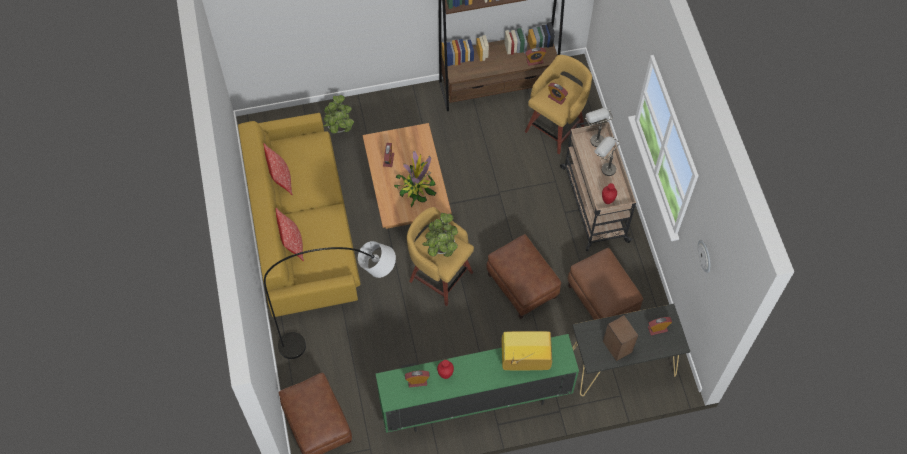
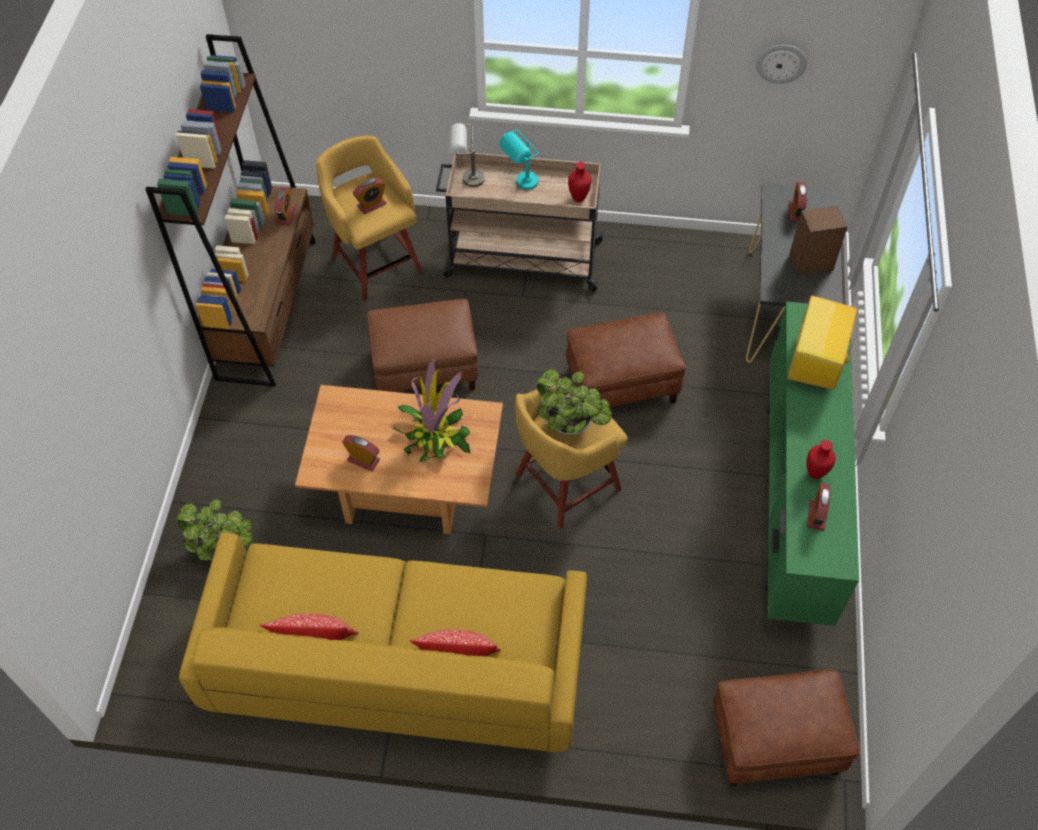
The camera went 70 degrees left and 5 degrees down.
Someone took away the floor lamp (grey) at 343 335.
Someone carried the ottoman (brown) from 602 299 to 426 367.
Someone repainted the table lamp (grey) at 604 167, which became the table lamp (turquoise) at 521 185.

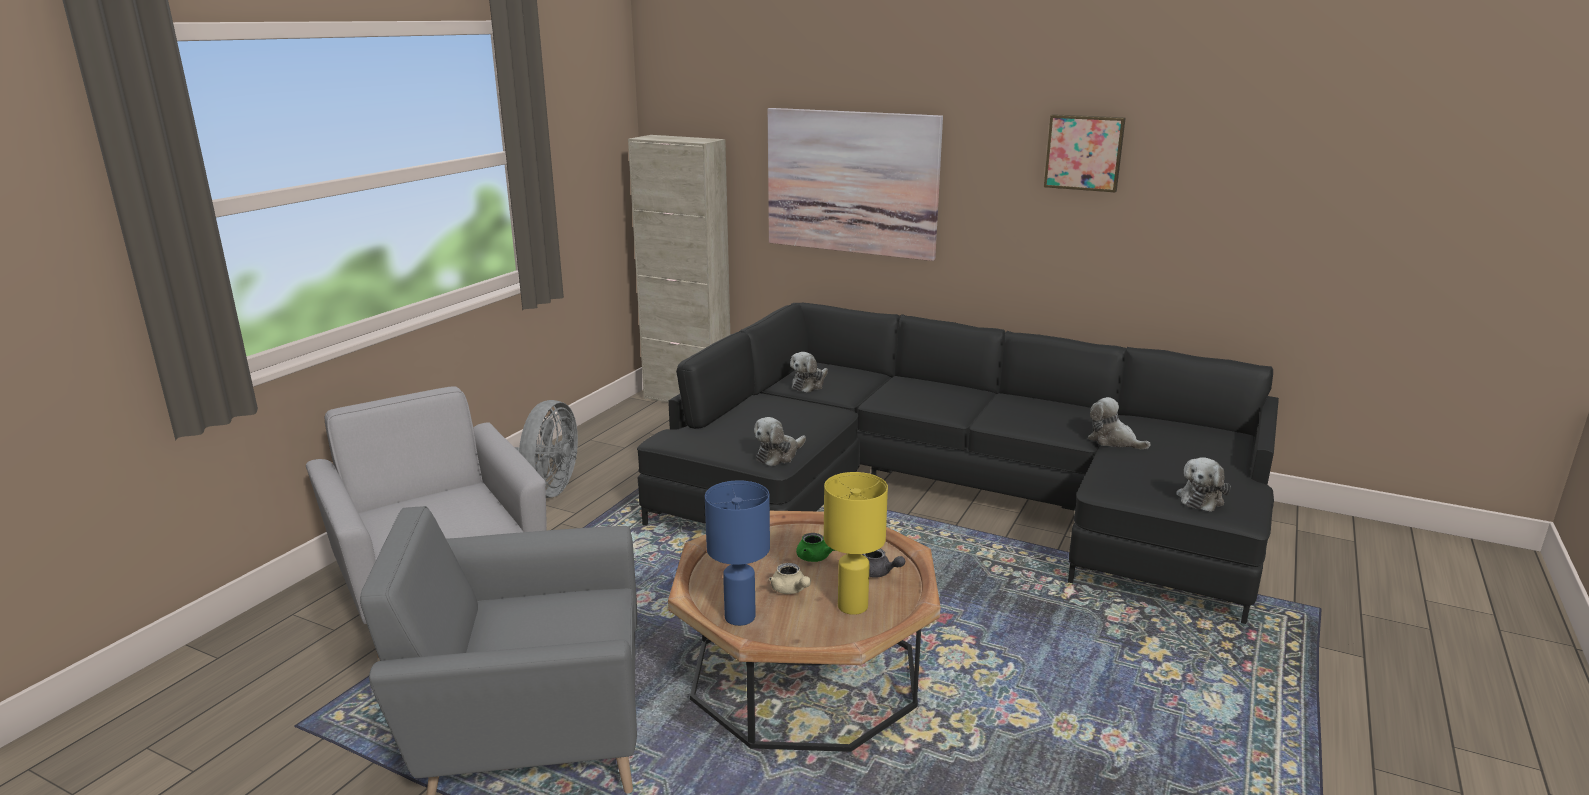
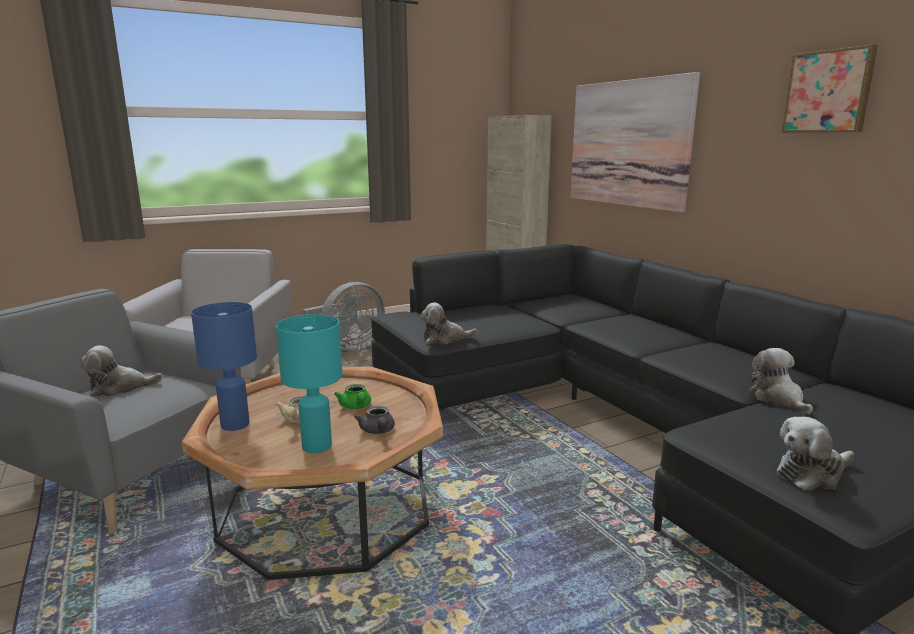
The camera went 35 degrees right and 5 degrees down.
Someone carried the plush toy from 809 385 to 119 388.
Someone repainted the table lamp (yellow) at 851 606, which became the table lamp (turquoise) at 316 446.

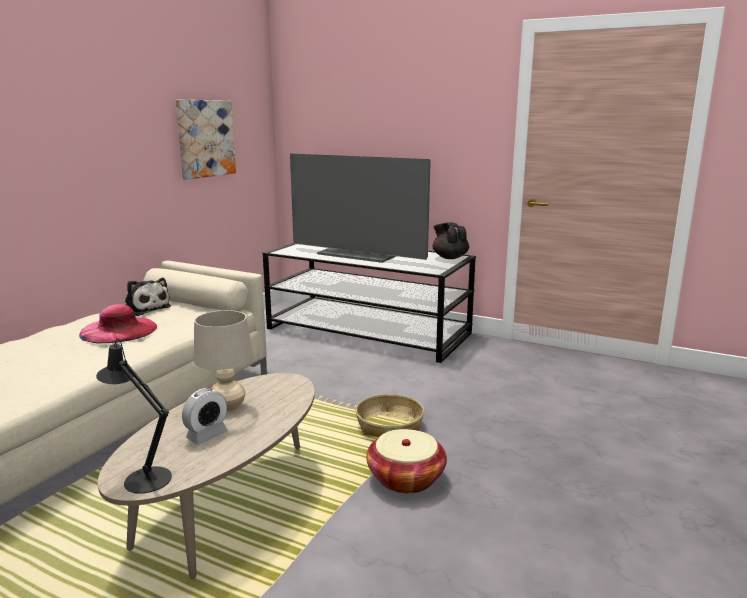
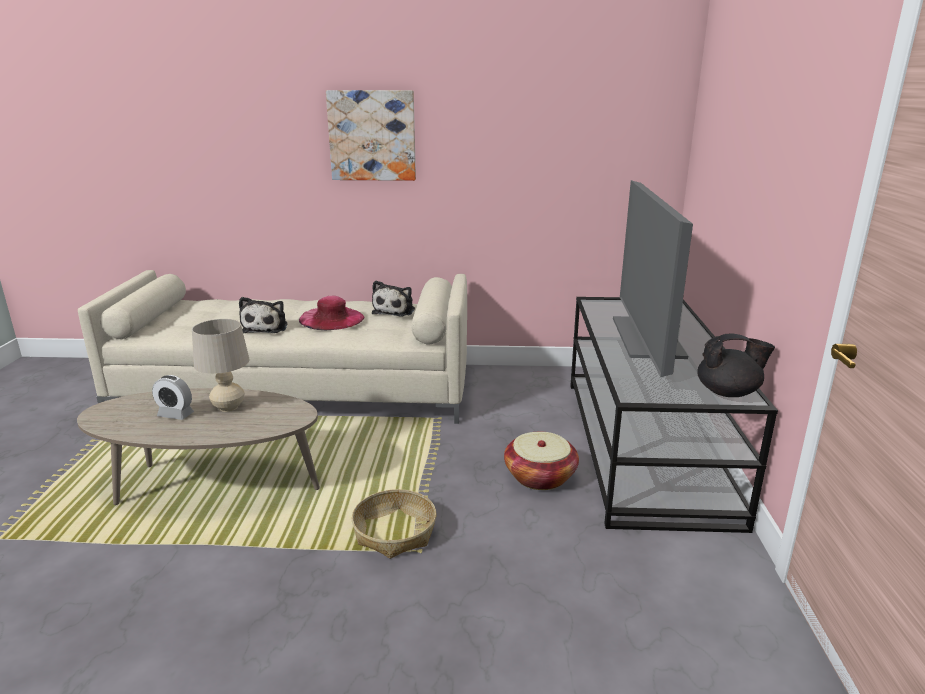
The camera went 65 degrees right and 5 degrees up.
Someone took away the table lamp (black) at 143 477.
Someone carried the picture from 205 138 to 372 135.
Someone carried the basket from 406 478 to 540 476.
Someone rotated the teapot (black) at 449 257 by 60 degrees clockwise.
Someone put down the plush toy at 266 327.

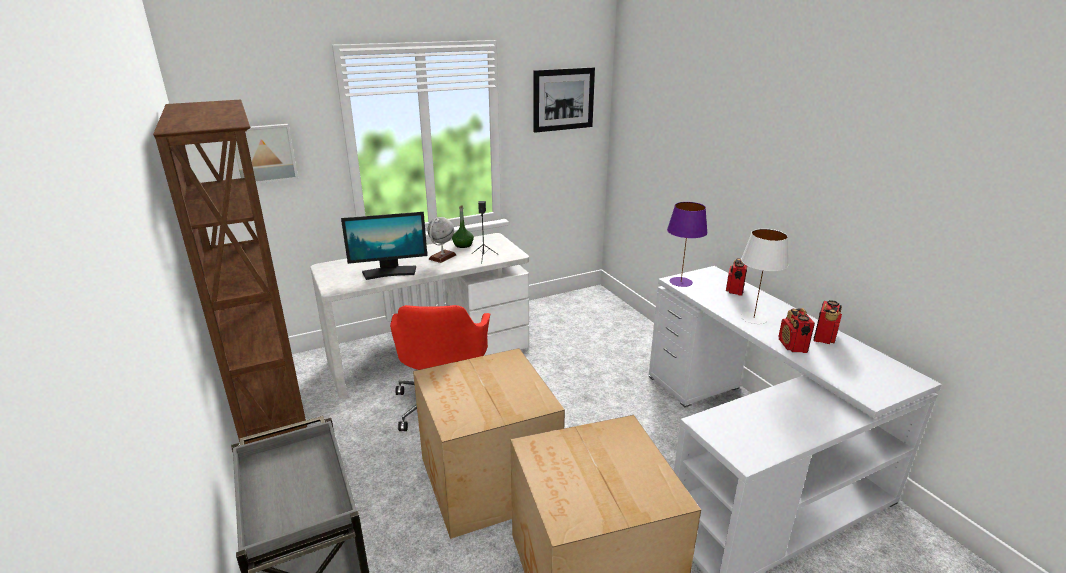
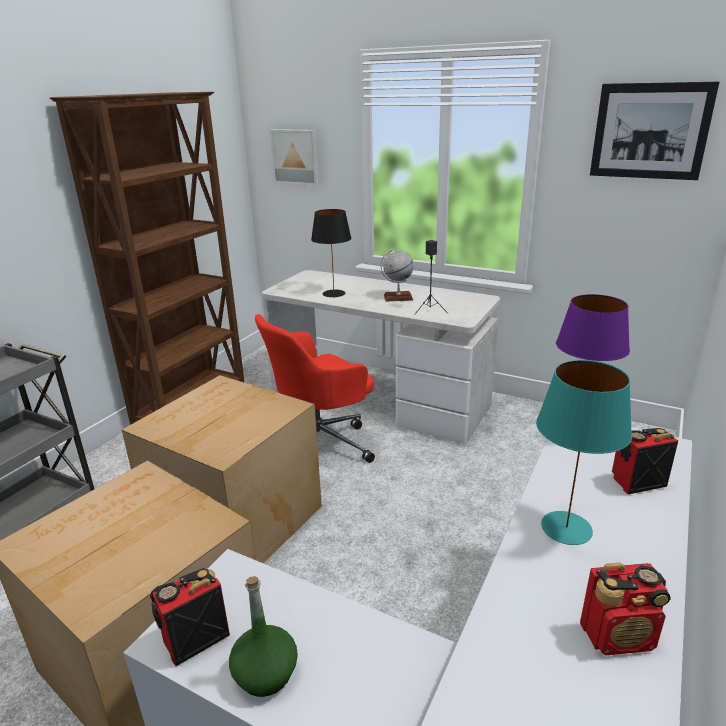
The camera went 55 degrees right and 0 degrees up.
Someone swapped the monitor at 389 272 for the table lamp (black) at 334 293.
Someone carried the bottle (green) from 463 245 to 265 673.
Someone repainted the table lamp (white) at 753 317, which became the table lamp (turquoise) at 567 527.
Someone carried the radio from 792 346 to 194 639.

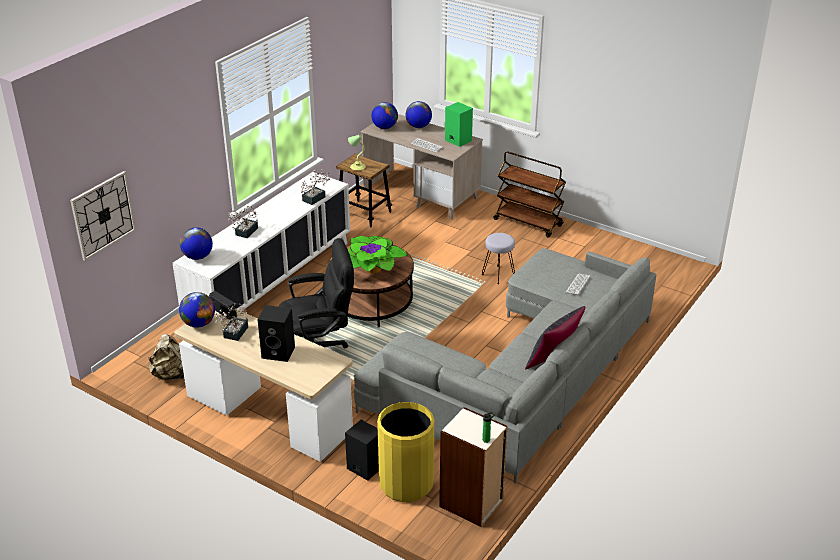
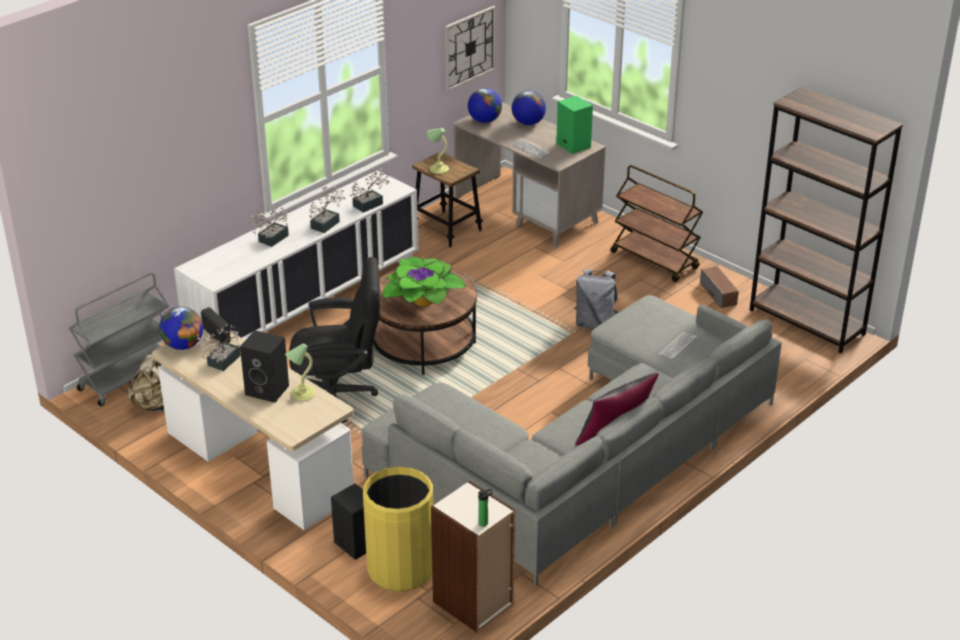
The camera went 10 degrees right and 0 degrees up.
Someone carried the wall clock from 103 215 to 469 48.
Someone took away the globe at 198 257.
Someone swapped the stool (grey) at 498 274 for the backpack (grey) at 595 324.
Someone put down the cart (grey) at 128 377.
Someone put down the table lamp at 302 394.
Someone put down the potted plant at 327 223.
Someone put down the speaker at 718 294.
Someone put down the bookcase (brown) at 807 322.

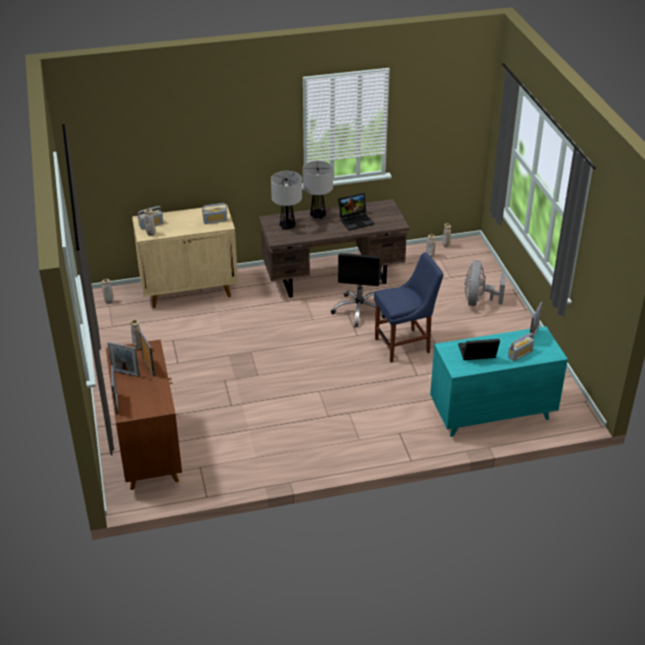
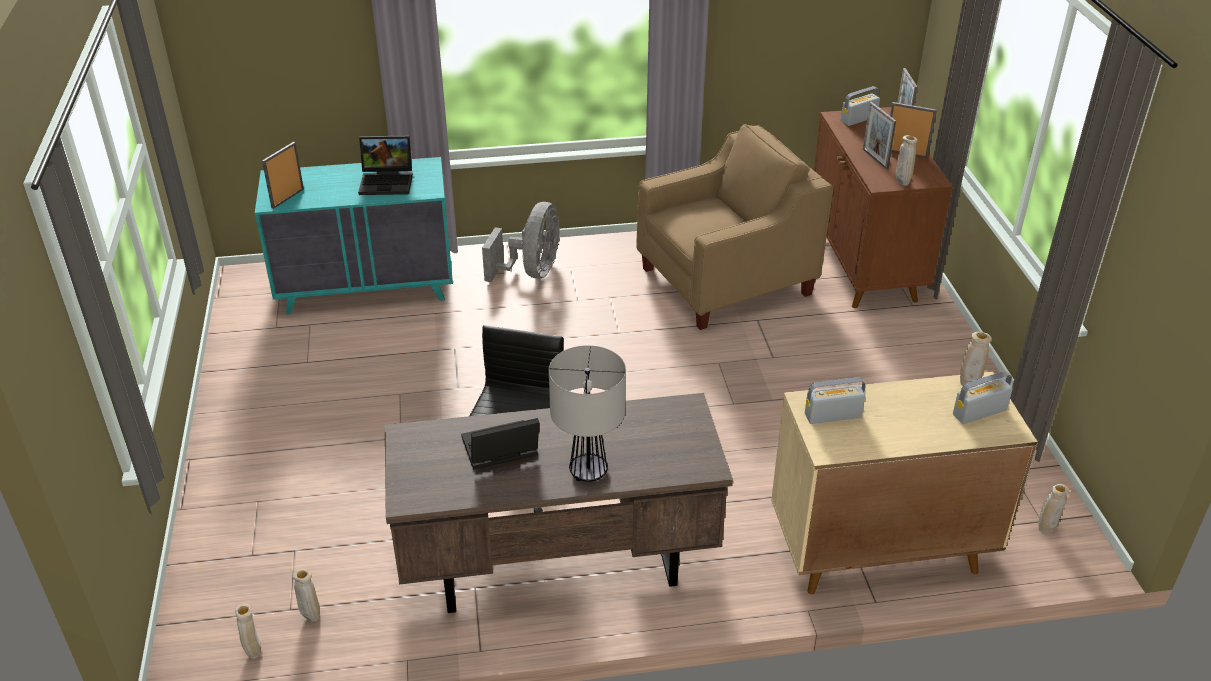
The camera went 175 degrees left and 0 degrees up.
Someone took away the table lamp at 287 226.
Someone took away the chair (blue) at 405 345.
Someone carried the fan (grey) from 478 301 to 532 272.
Someone carried the radio from 520 354 to 858 119.
Someone put down the armchair (beige) at 726 282.

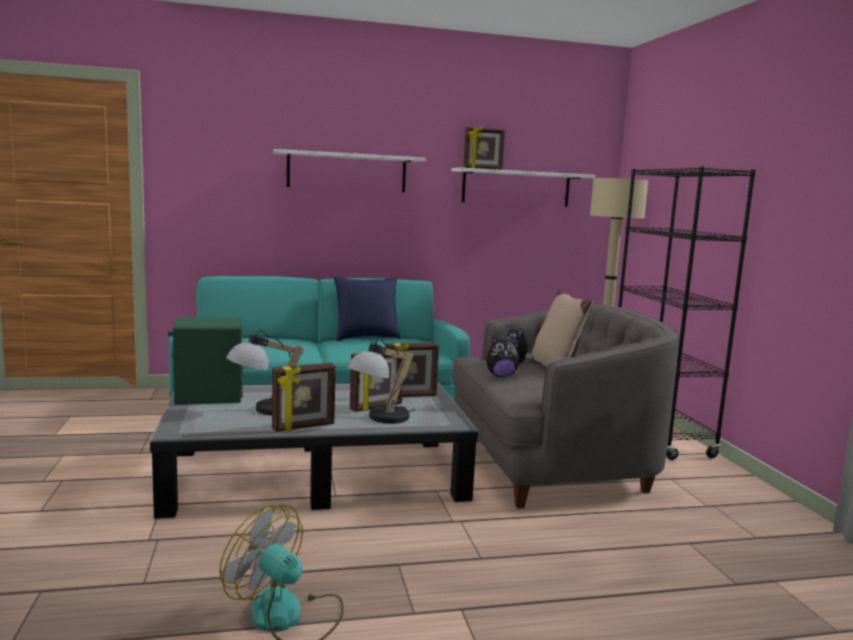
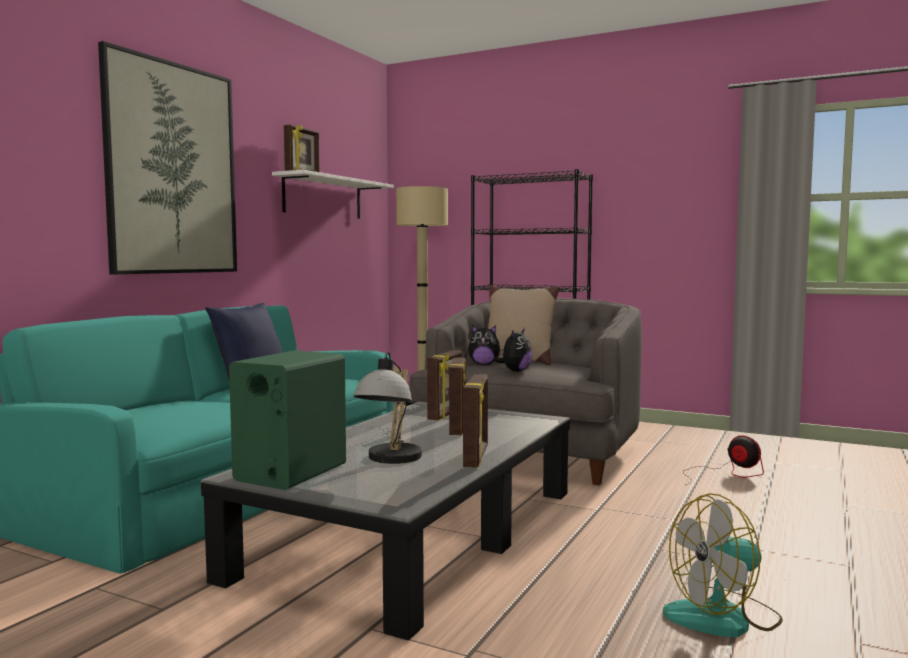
The camera went 50 degrees left and 5 degrees down.
Someone swapped the shelf (white) at 347 172 for the picture at 172 169.
Someone took away the table lamp at 380 419.
Someone put down the fan at 725 474.

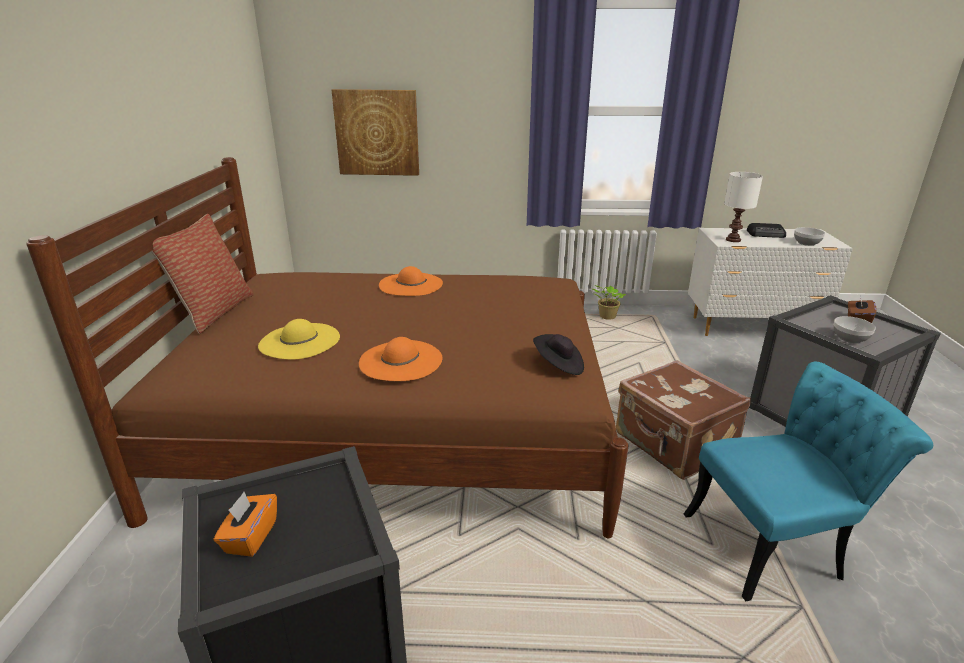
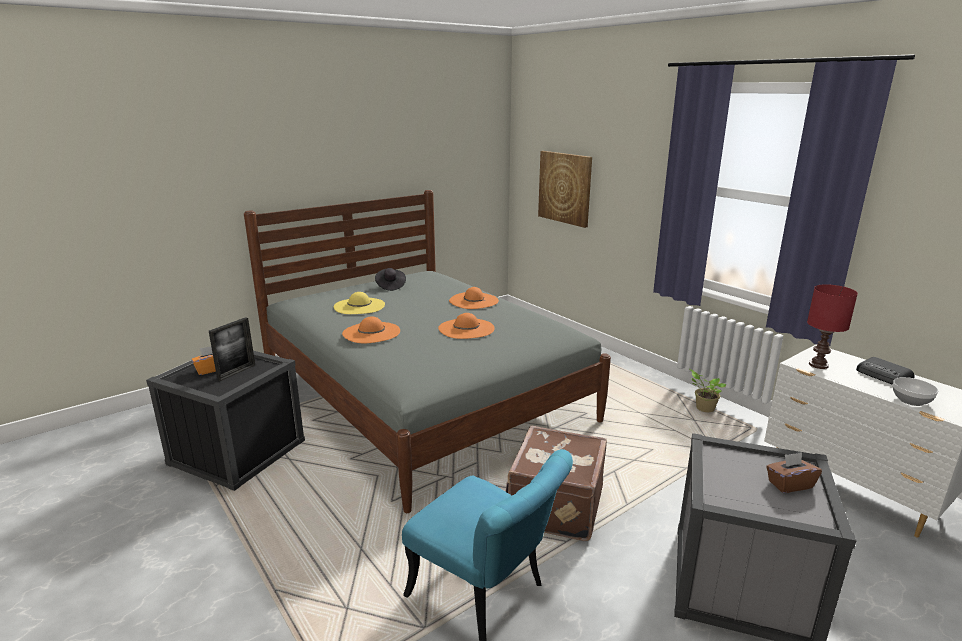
The camera went 50 degrees right and 5 degrees down.
Someone repainted the bed (brown) at 398 426, which became the bed (grey) at 423 397.
Someone took away the pillow at 214 312.
Someone carried the hat (black) from 558 366 to 390 286.
Someone repainted the table lamp (white) at 733 240, which became the table lamp (red) at 817 365.
Someone took away the bowl at 850 338.
Someone put down the picture frame at 236 372.
Someone put down the hat (orange) at 466 328.

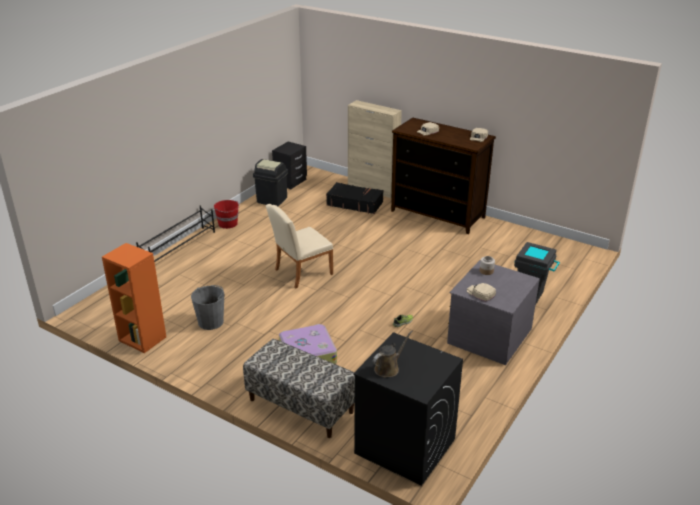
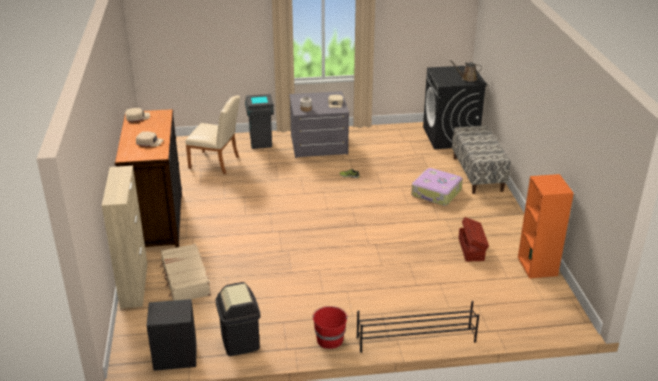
The camera went 130 degrees left and 0 degrees up.
Someone swapped the bucket (grey) at 211 322 for the storage box (brown) at 471 249.
Someone carried the chair (beige) from 300 273 to 217 163.
Someone repainted the suitcase (black) at 355 203, which became the suitcase (beige) at 185 279.

